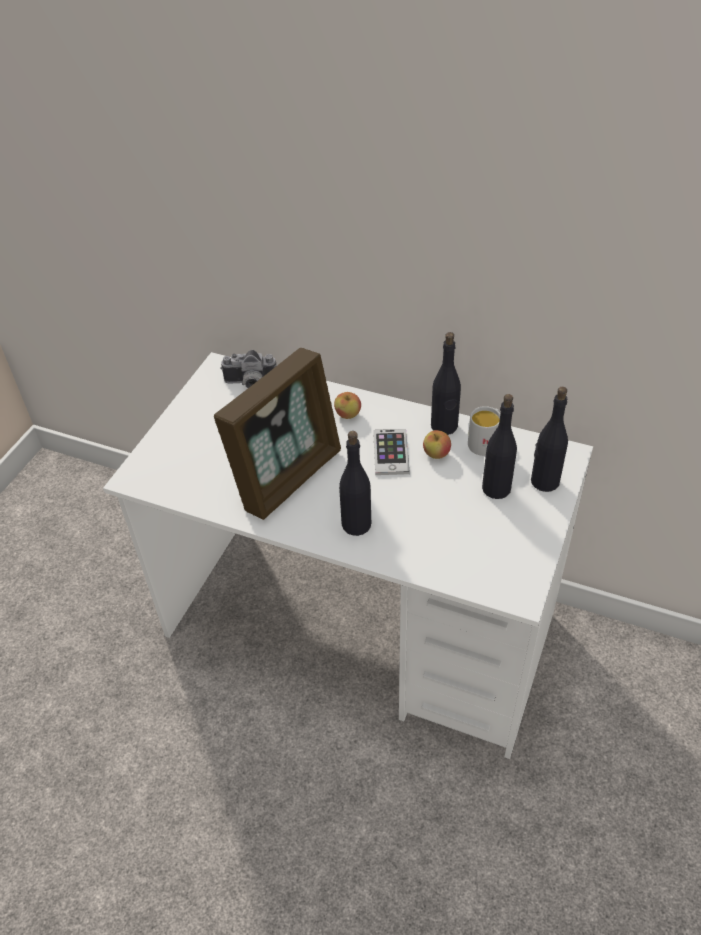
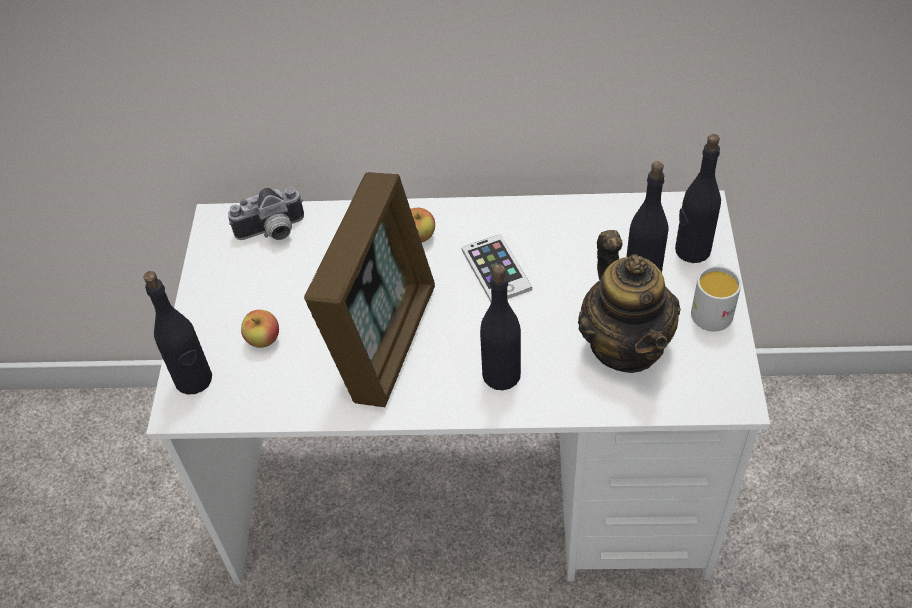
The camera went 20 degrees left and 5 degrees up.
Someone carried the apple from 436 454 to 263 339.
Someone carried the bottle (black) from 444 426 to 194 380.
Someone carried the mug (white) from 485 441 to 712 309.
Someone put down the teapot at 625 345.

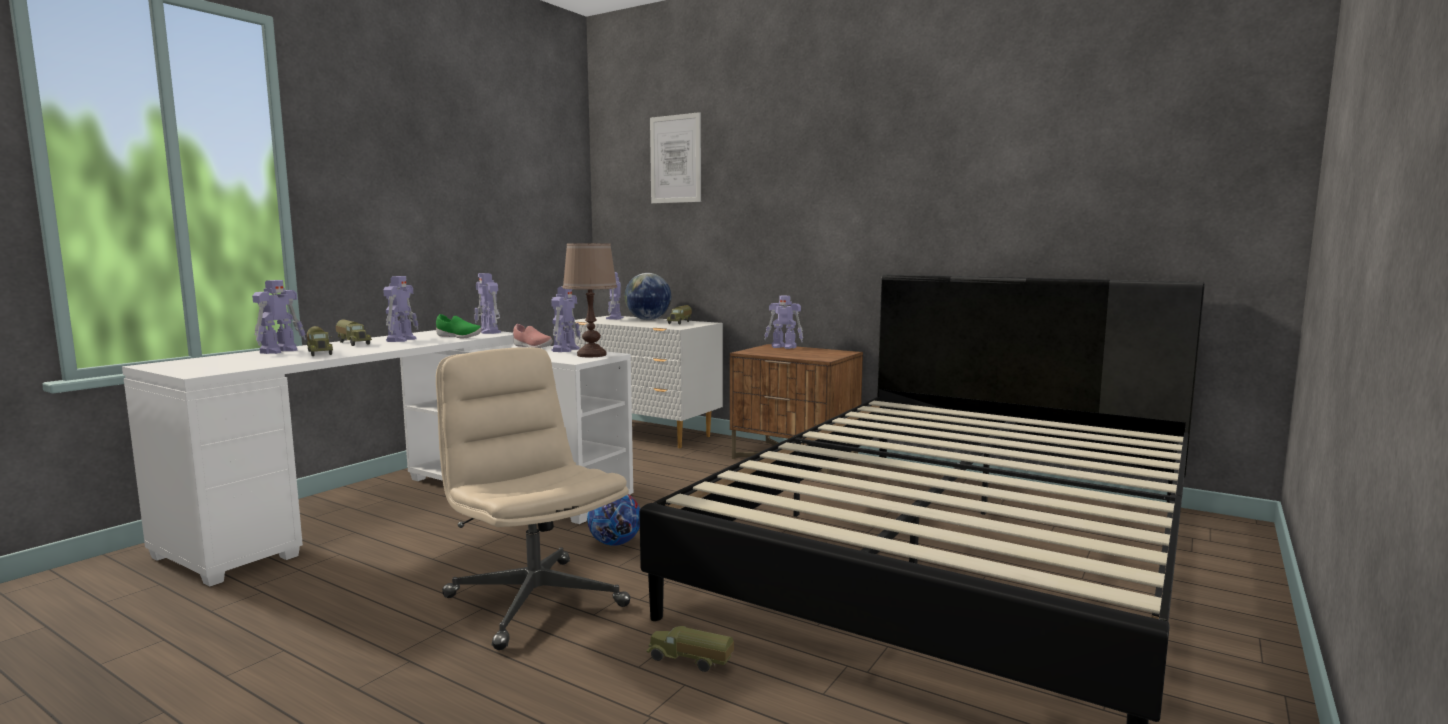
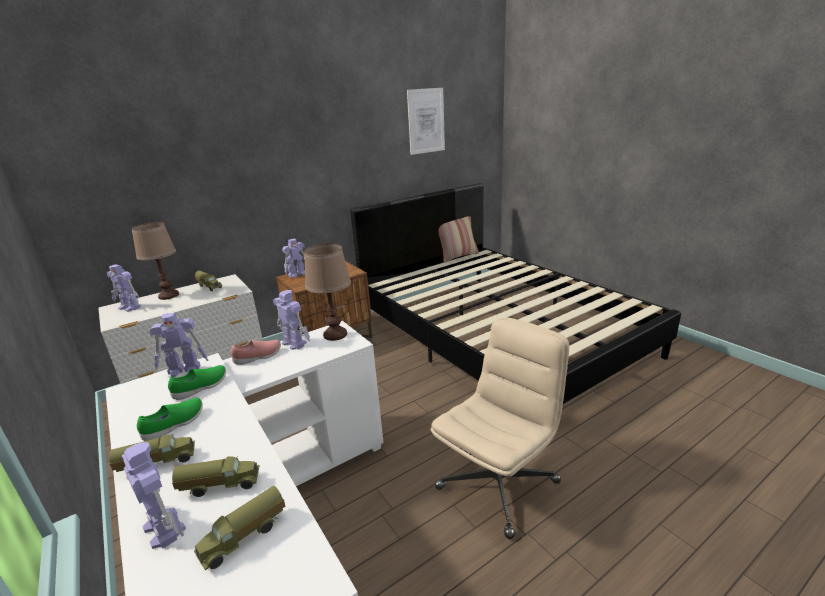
The camera went 65 degrees left and 15 degrees up.
Someone swapped the toy robot at 402 340 for the shoe (green) at 175 425.
Someone rotated the office chair (beige) at 533 600 by 150 degrees clockwise.
Someone took away the football at 615 543.
Someone swapped the globe at 648 320 for the table lamp (brown) at 168 295.
Someone carried the toy truck from 689 662 to 244 538.
Someone carried the picture from 675 159 to 426 121.
Someone put down the pillow at 458 256.

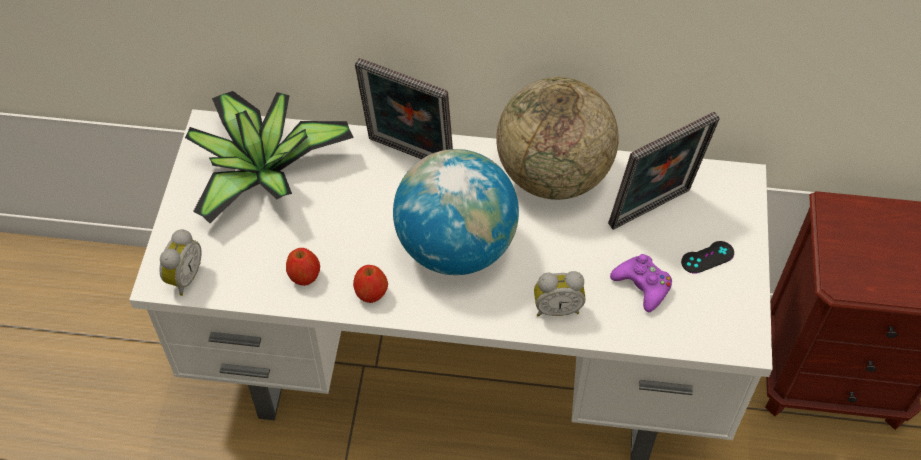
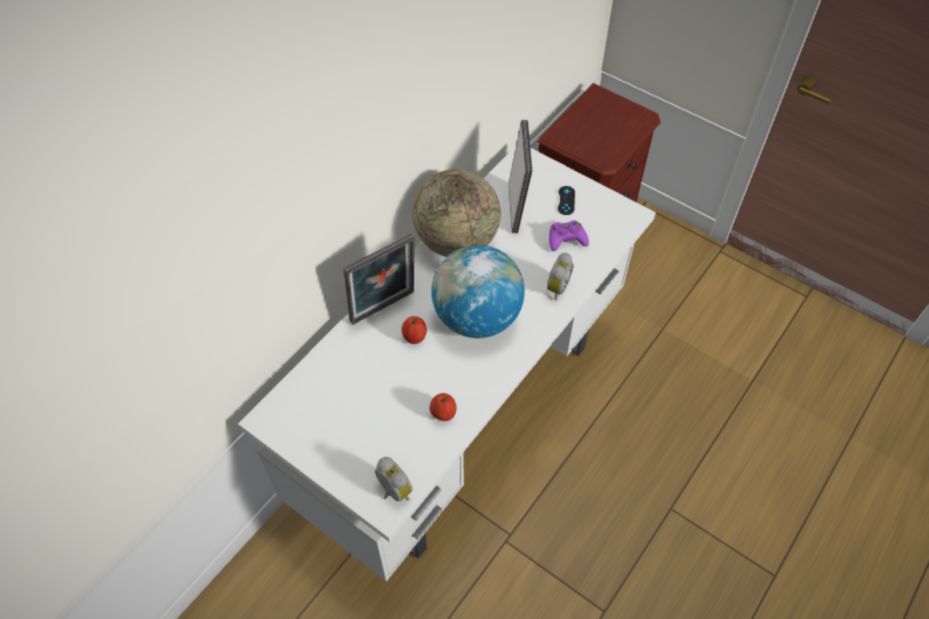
The camera went 60 degrees left and 0 degrees up.
Someone took away the potted plant at 262 170.
Someone carried the apple from 371 294 to 414 337.

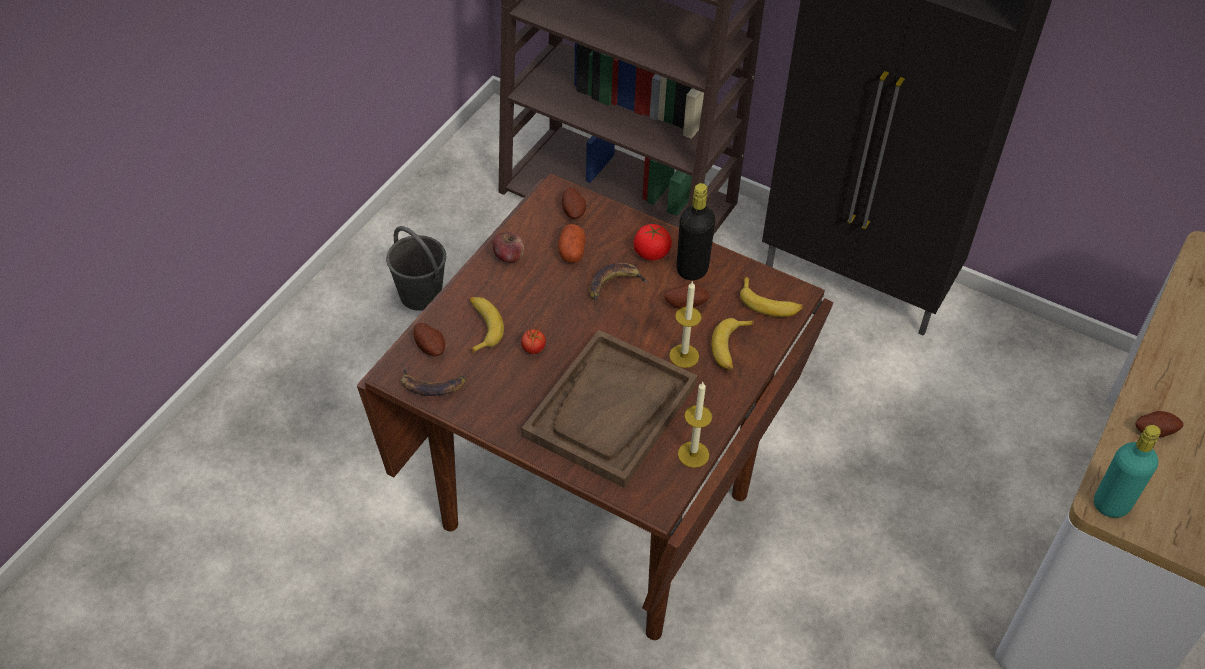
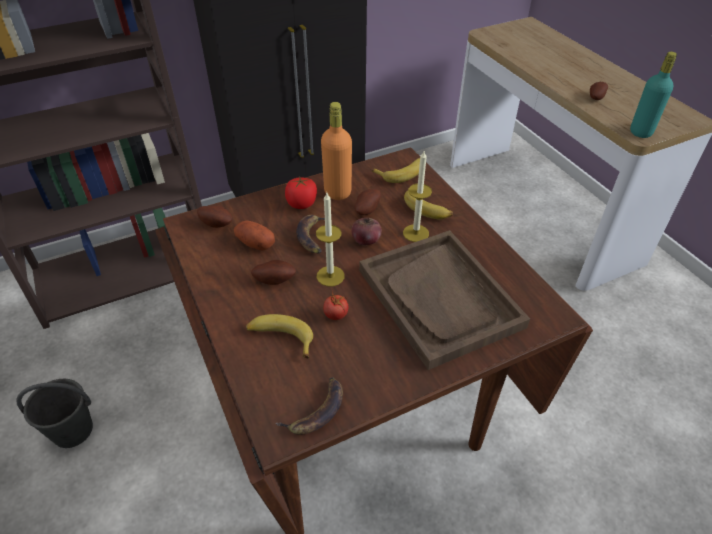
The camera went 55 degrees left and 5 degrees down.
Someone carried the potato from 430 347 to 275 279.
Someone carried the apple from 509 256 to 366 241.
Someone repainted the bottle (black) at 692 269, which became the bottle (orange) at 337 192.
Someone carried the candle from 693 454 to 330 276.

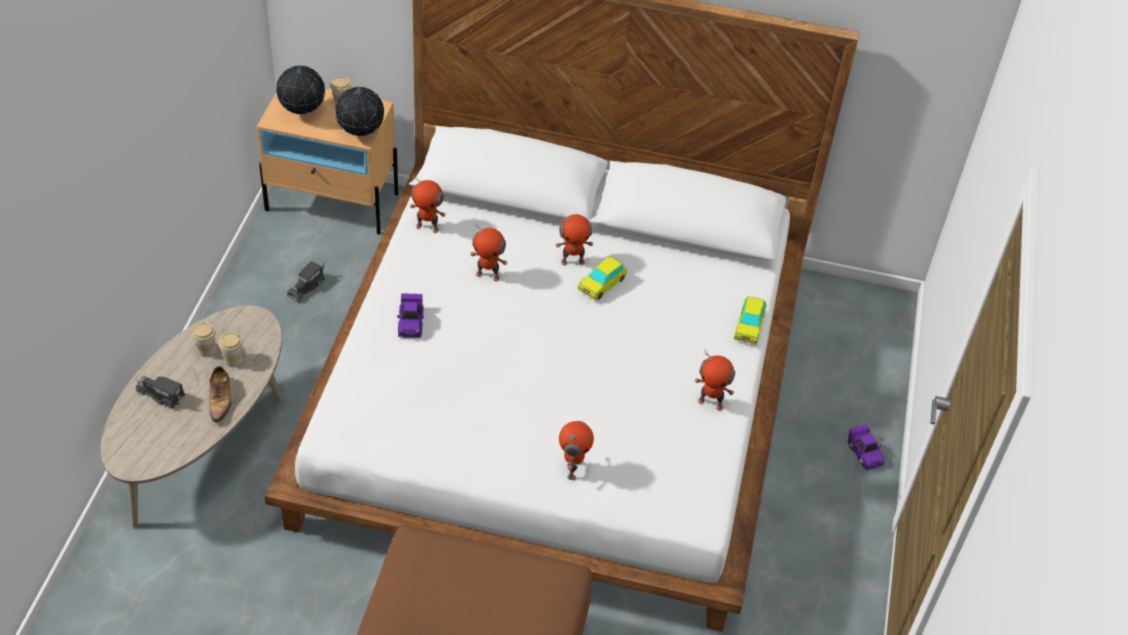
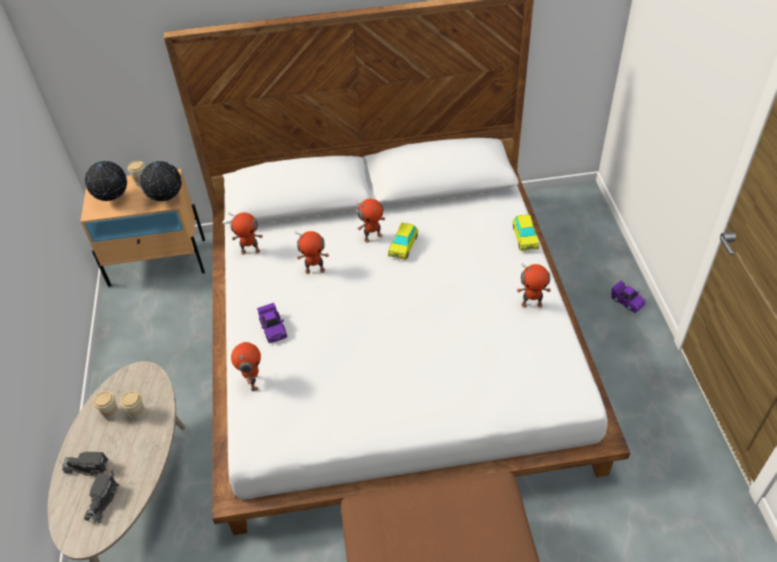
The camera went 15 degrees left and 0 degrees up.
Someone took away the shoe at 220 399.
Someone carried the toy truck from 307 286 to 103 500.
Someone carried the toy robot from 572 469 to 253 382.

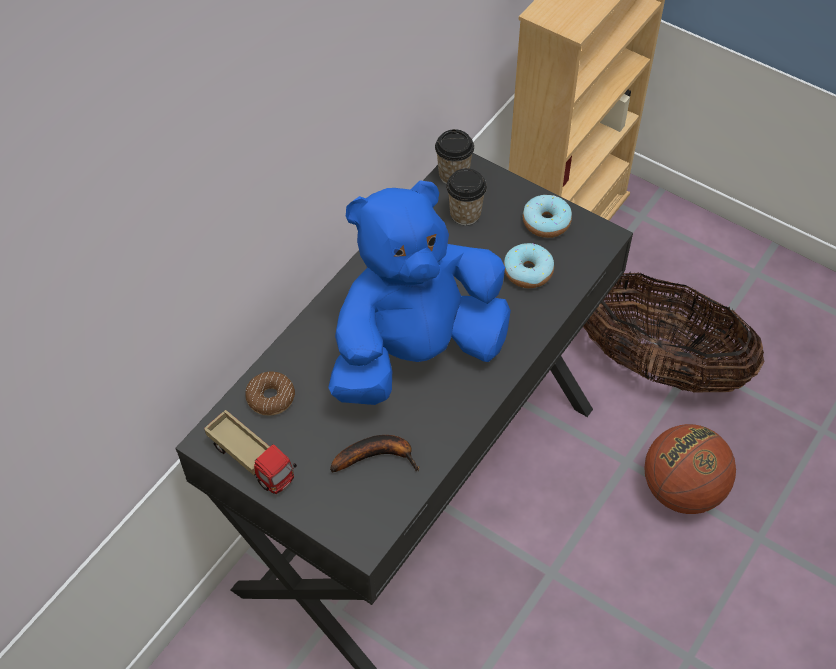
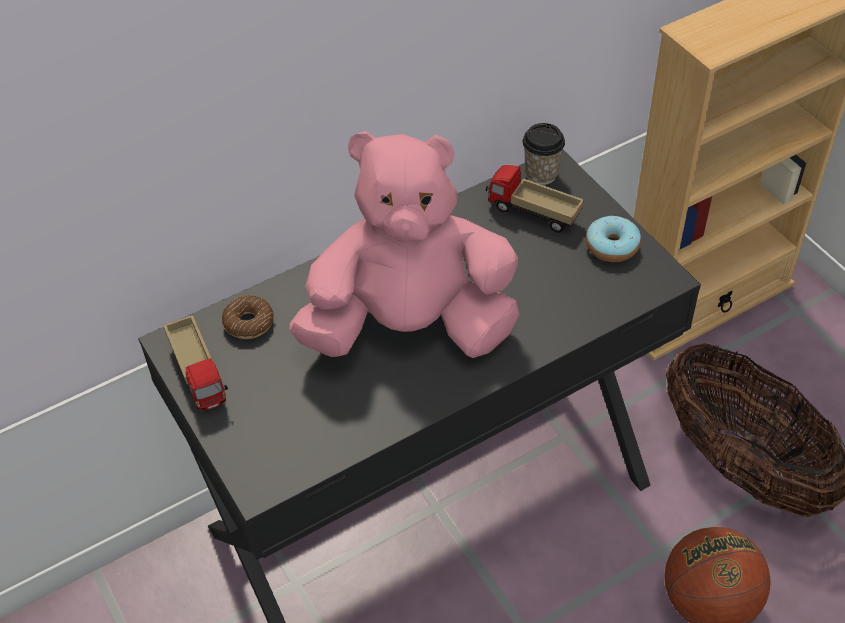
The camera went 25 degrees right and 5 degrees down.
Someone repainted the plush toy (blue) at 416 352, which became the plush toy (pink) at 410 327.
Someone took away the banana at 378 456.
Someone swapped the cup at 465 214 for the toy truck at 532 213.
Someone took away the donut at 528 272.

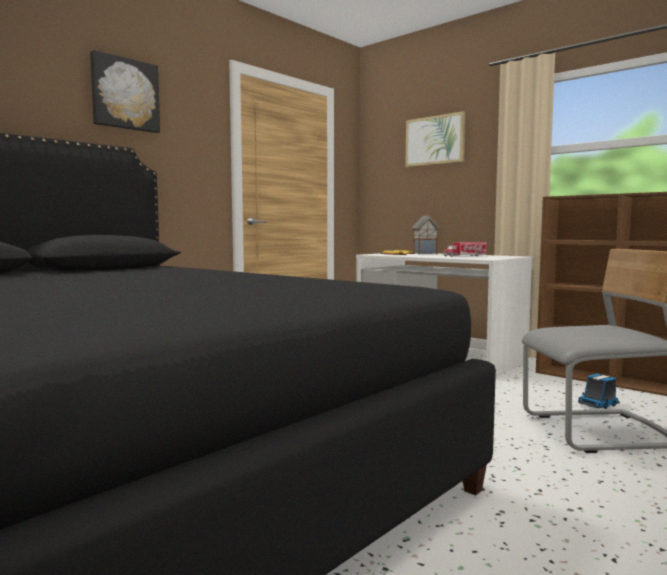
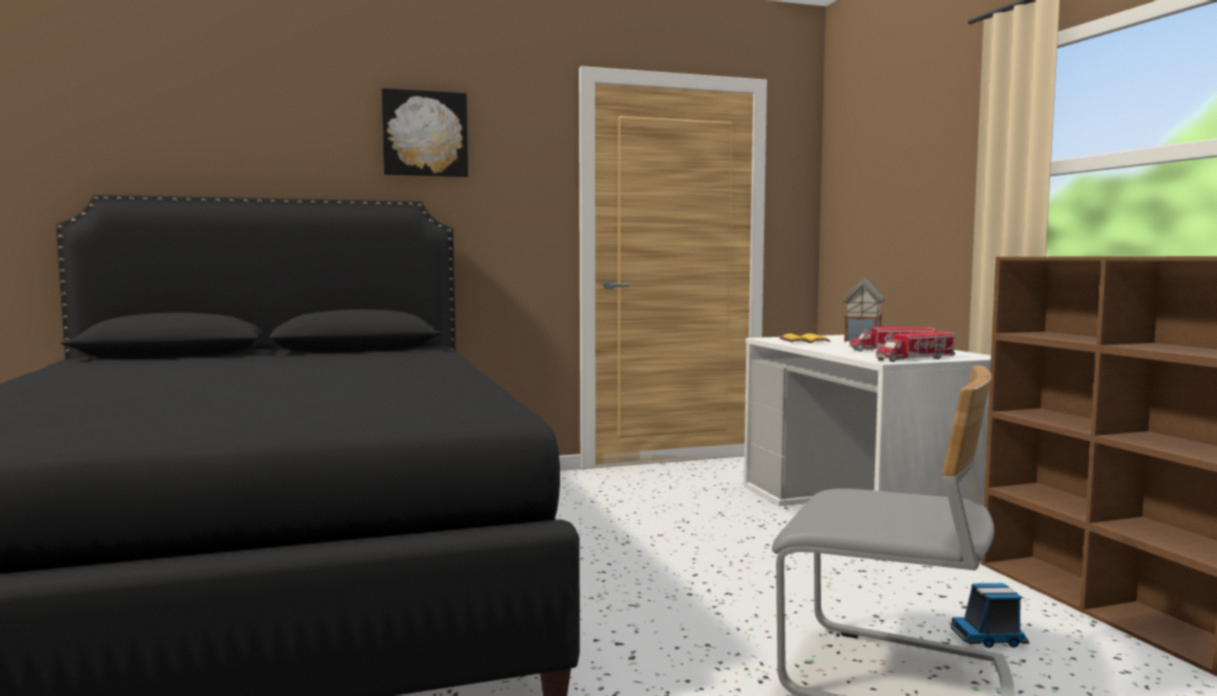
The camera went 30 degrees right and 0 degrees up.
Someone took away the picture at 435 140.
Someone put down the toy truck at 915 359.

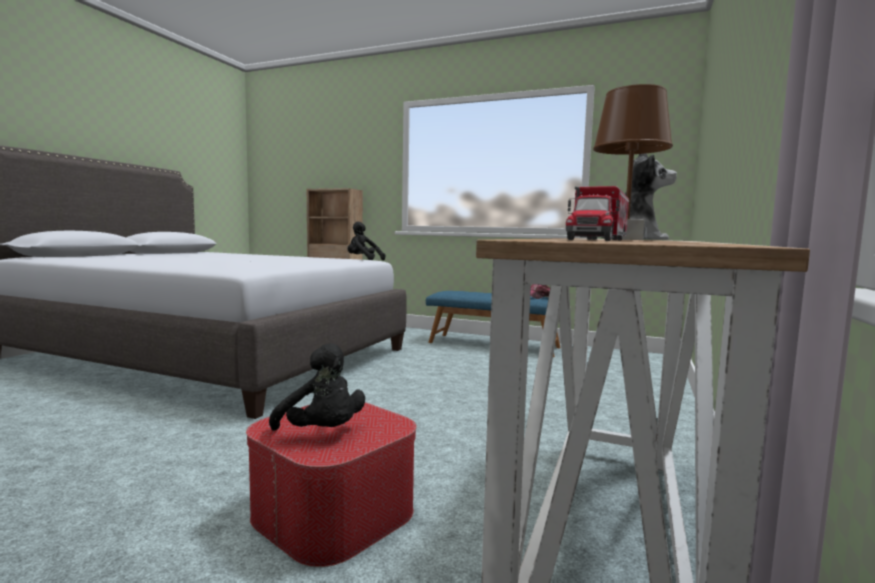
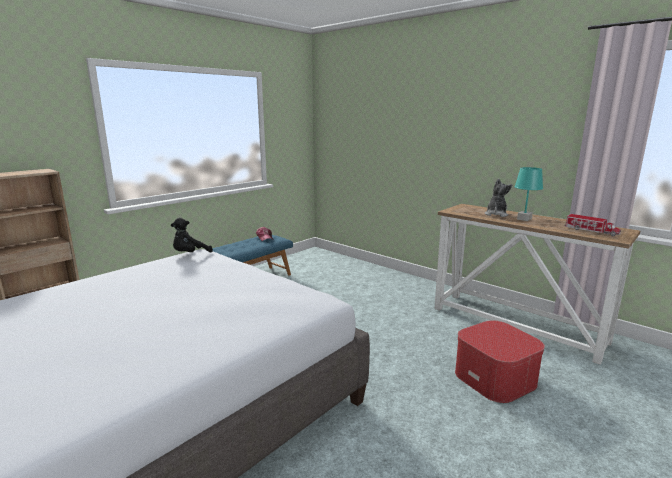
The camera went 70 degrees left and 10 degrees up.
Someone took away the plush toy (black) at 322 433.
Someone repainted the table lamp (brown) at 625 239, which became the table lamp (turquoise) at 524 219.

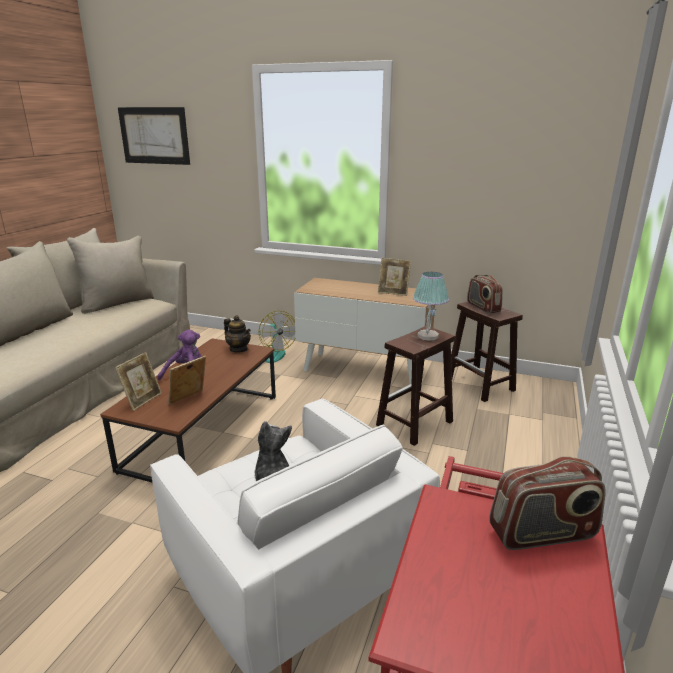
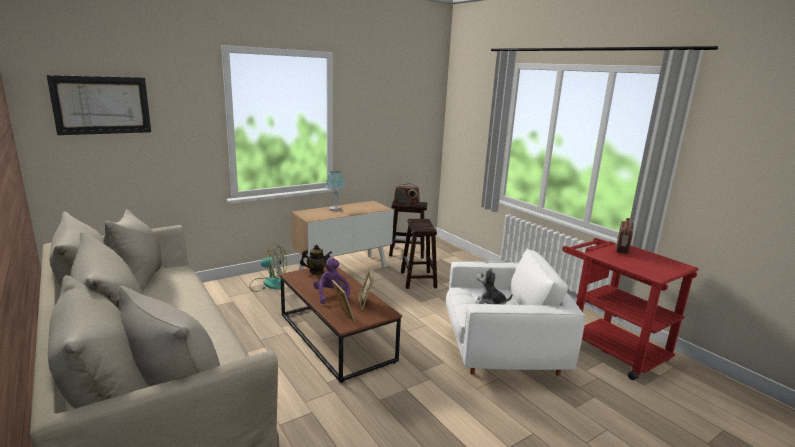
The camera went 55 degrees left and 5 degrees down.
Someone took away the picture frame at 393 292.
Someone carried the table lamp from 427 336 to 334 209.

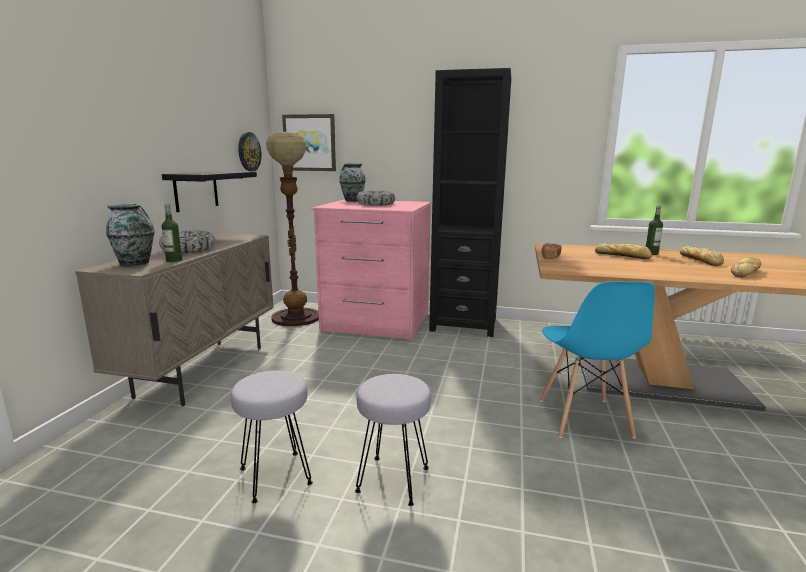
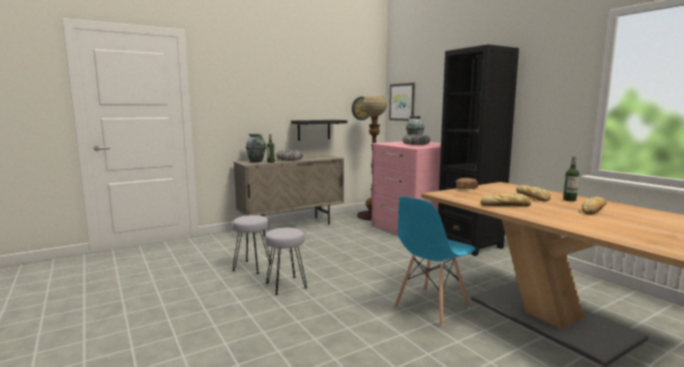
The camera went 45 degrees right and 5 degrees down.
Someone carried the bread from 745 272 to 506 205.

